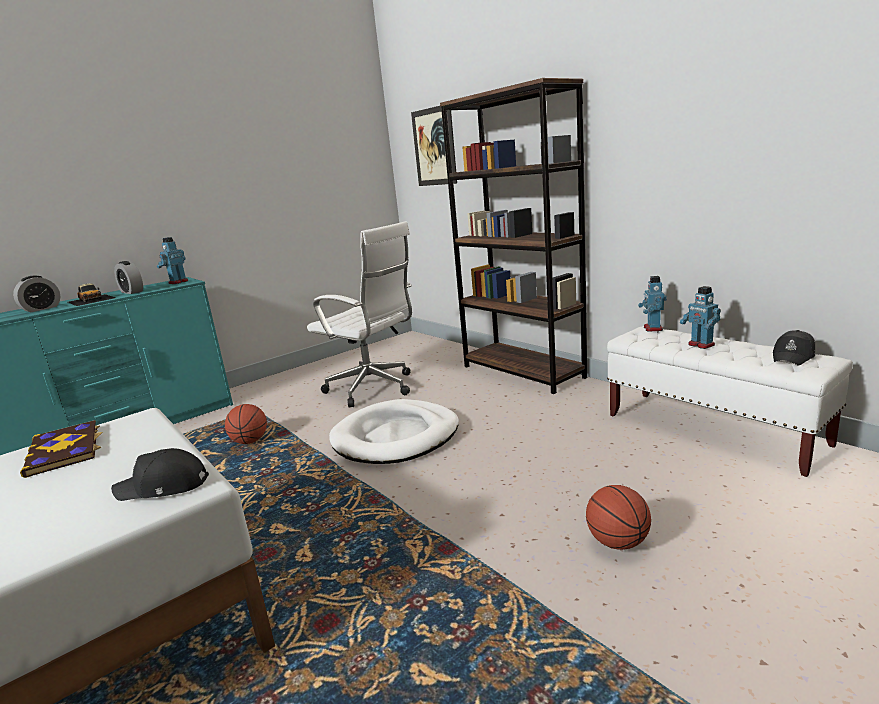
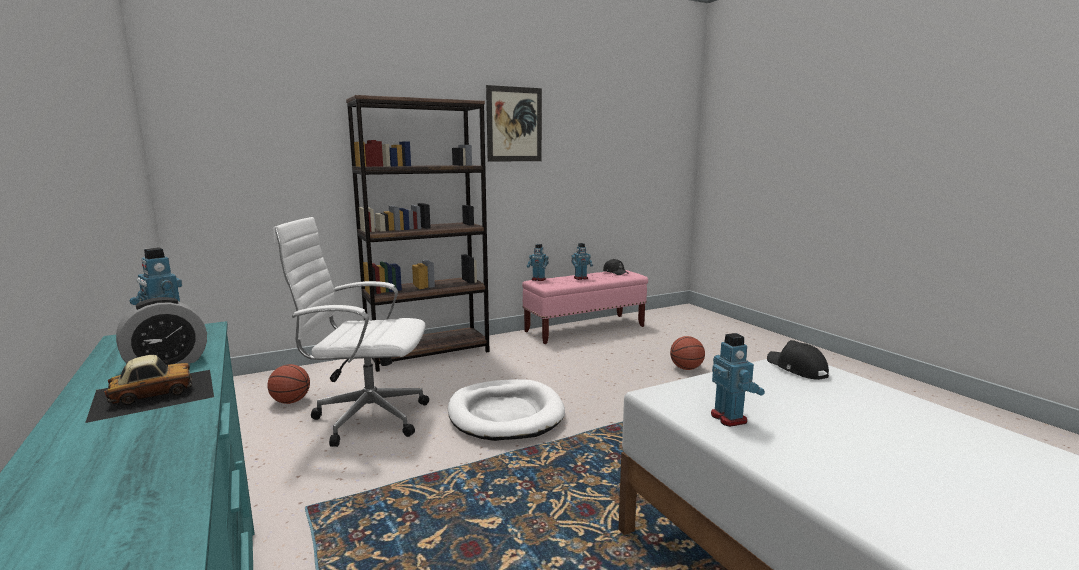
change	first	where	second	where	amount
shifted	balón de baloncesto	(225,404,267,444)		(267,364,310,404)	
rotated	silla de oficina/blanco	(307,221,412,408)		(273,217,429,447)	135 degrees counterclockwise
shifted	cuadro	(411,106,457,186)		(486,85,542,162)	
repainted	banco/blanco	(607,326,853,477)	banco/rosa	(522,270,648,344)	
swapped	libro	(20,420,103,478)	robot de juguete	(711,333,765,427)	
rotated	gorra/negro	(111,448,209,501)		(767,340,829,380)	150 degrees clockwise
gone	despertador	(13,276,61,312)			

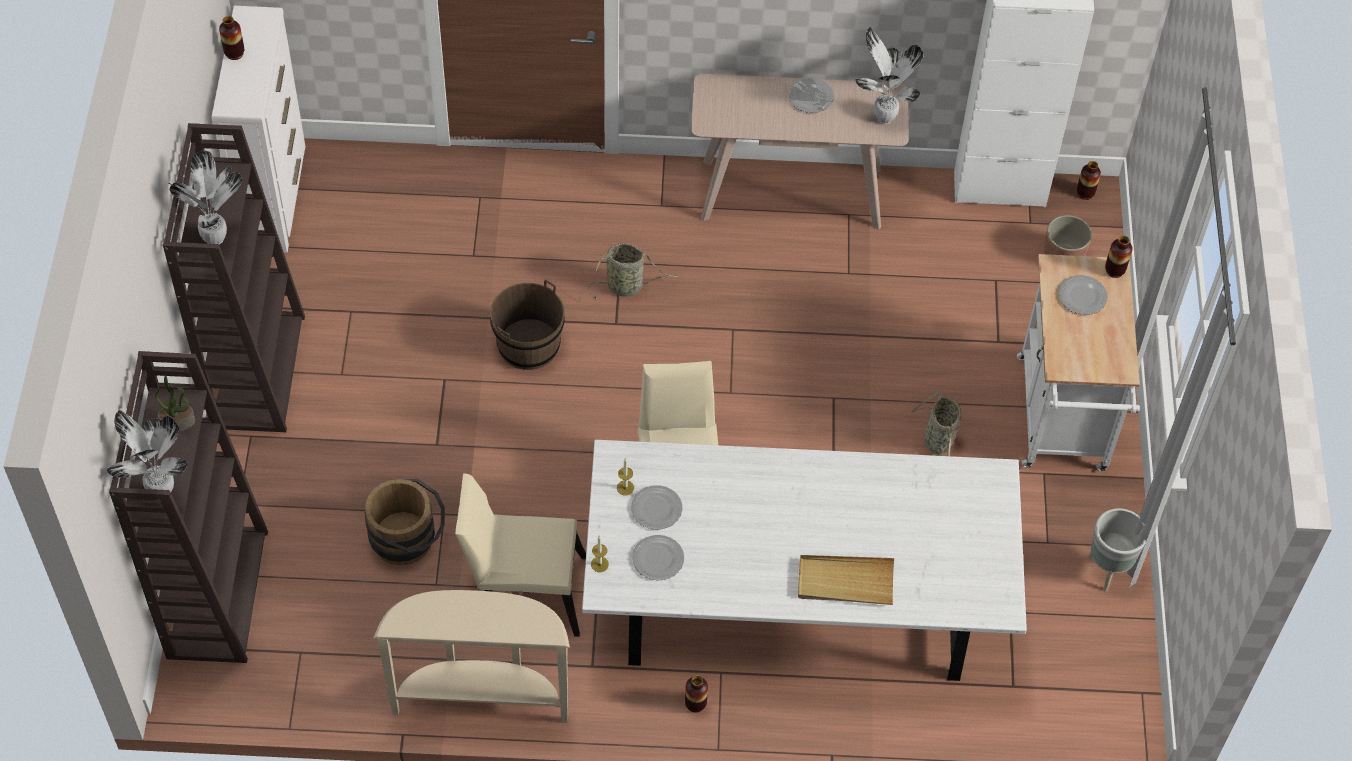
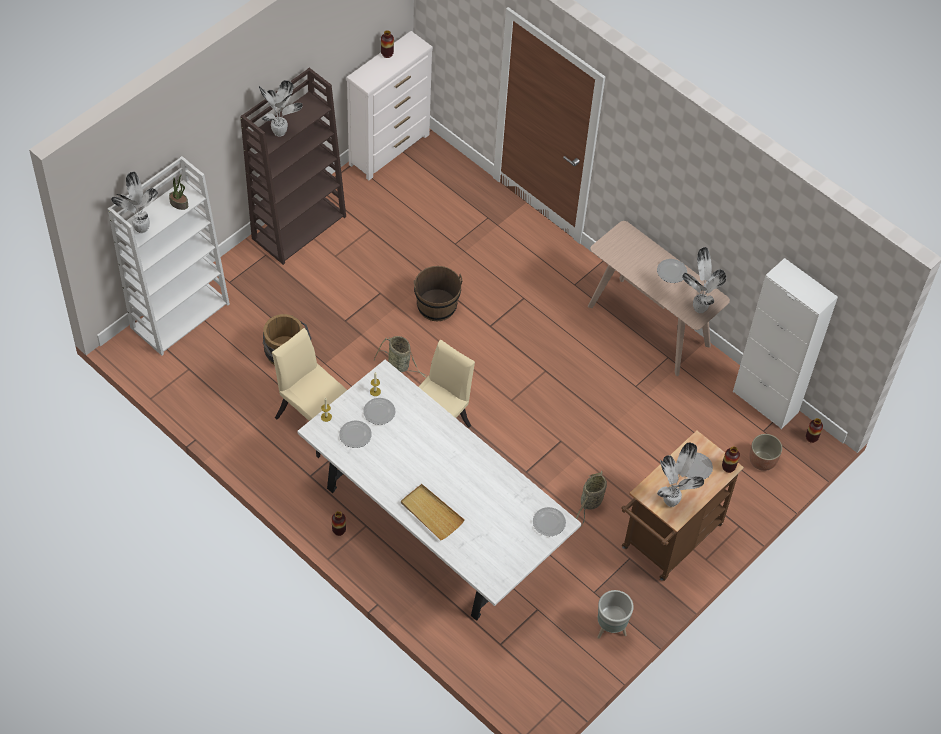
change	first	where	second	where	amount
repainted	estantería/marrón	(109,351,268,663)	estantería/blanco	(108,156,230,356)	
shifted	cesta	(588,243,679,301)		(374,336,428,378)	
new			plato	(533,507,566,536)	
repainted	carrito/blanco	(1017,254,1140,471)	carrito/marrón	(621,431,744,581)	
new			planta en maceta	(657,443,704,507)	
gone	mesa consola/beis	(374,590,570,723)			

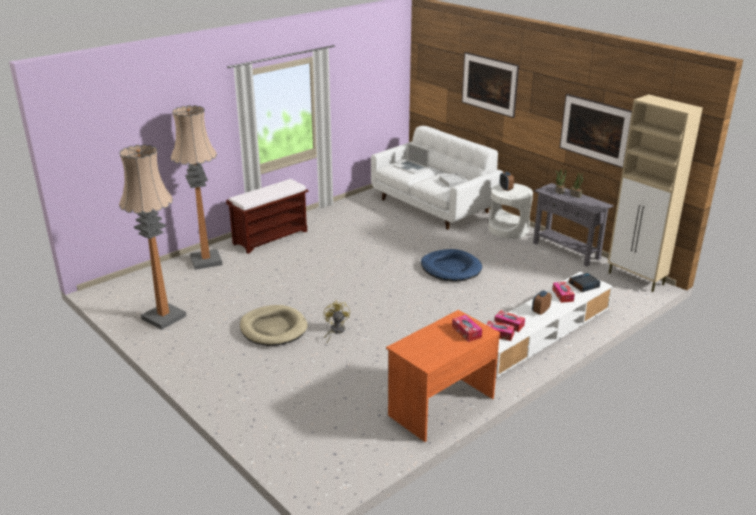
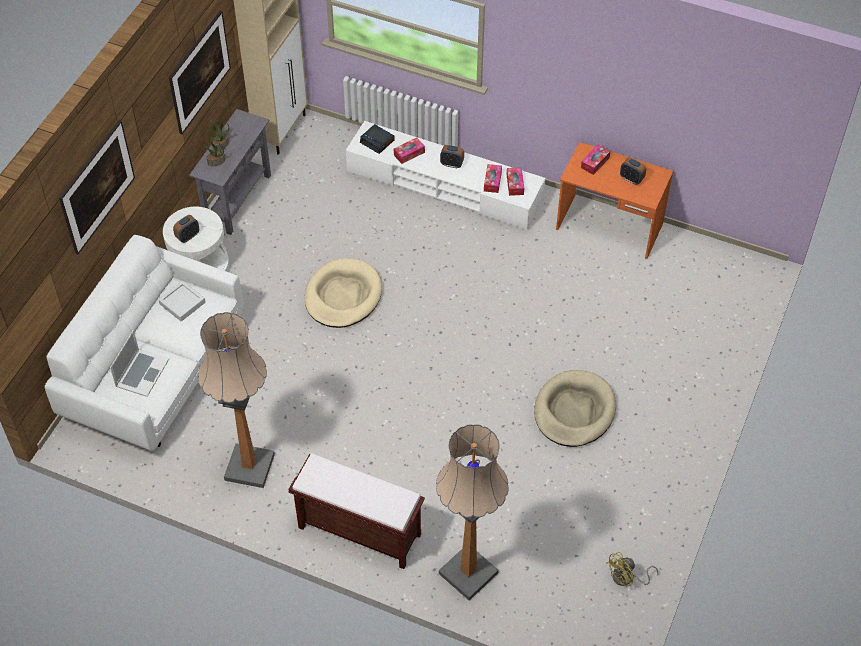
change	first	where	second	where	amount
shifted	lámpara de pie	(119,144,186,330)		(198,312,275,488)	
repainted	cama para perro/azul	(421,249,482,282)	cama para perro/beis	(304,258,382,328)	
shifted	ventilador/amarillo	(324,300,350,343)		(606,552,658,586)	
new			despertador	(620,158,646,185)	

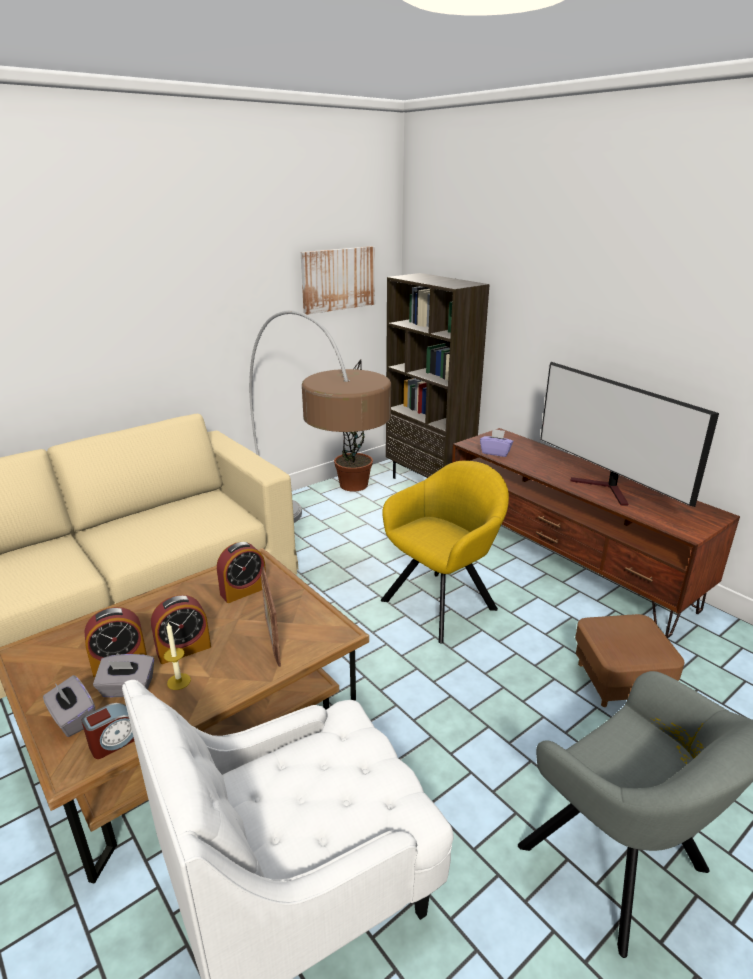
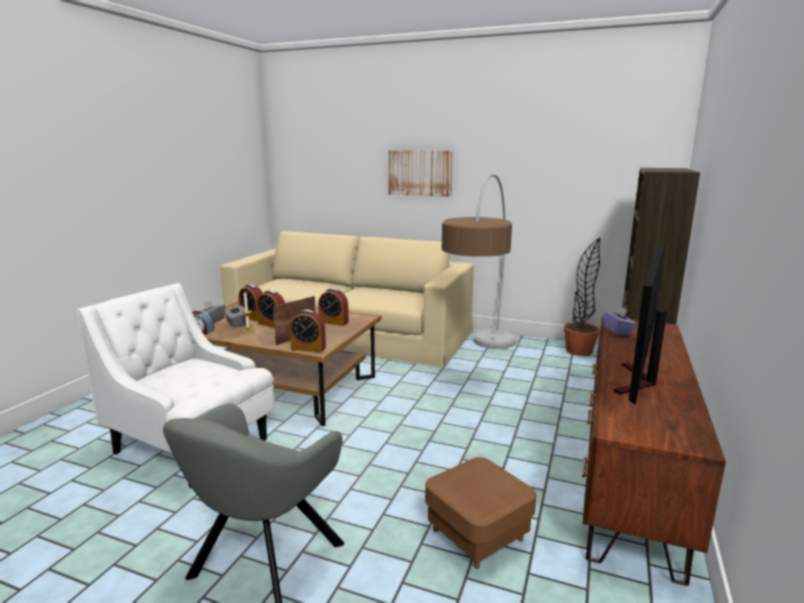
change	first	where	second	where	amount
new			despertador	(290,310,326,352)	
shifted	cuadro	(301,246,375,315)		(388,150,452,197)	
gone	sillón/amarillo	(381,461,509,644)			

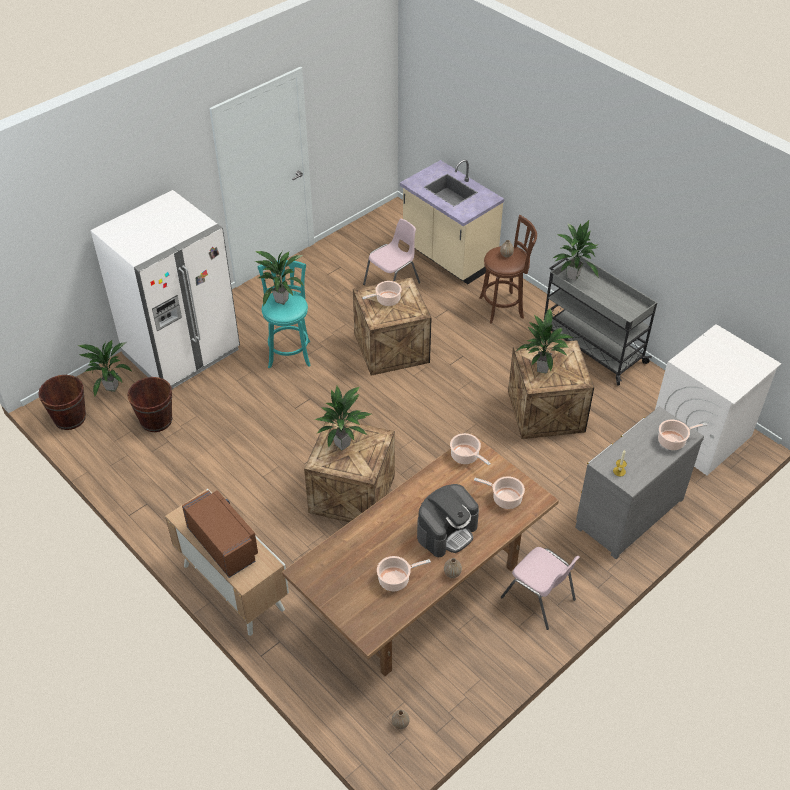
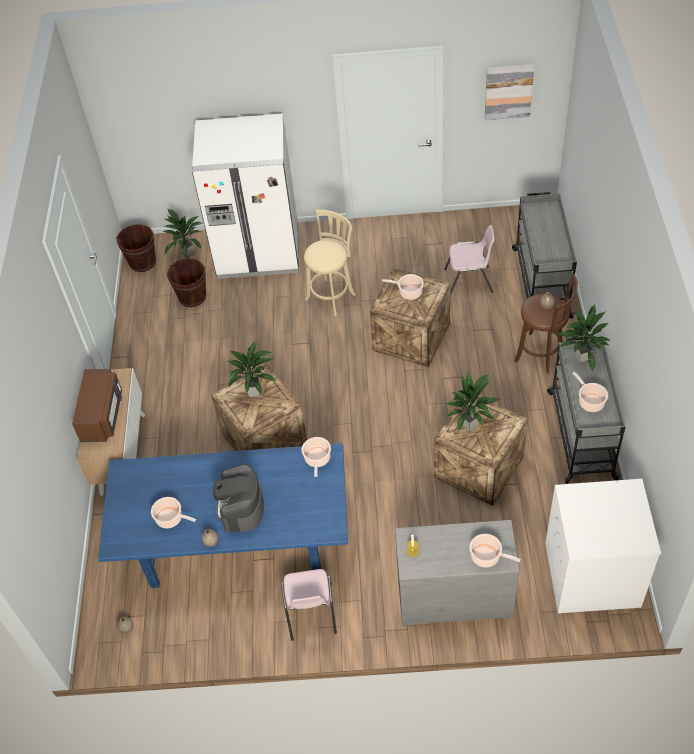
change	first	where	second	where	amount
repainted	mesa de comedor/marrón	(282,433,559,676)	mesa de comedor/azul	(98,443,348,588)	
rotated	cafetera	(417,484,479,557)		(213,464,264,533)	90 degrees clockwise
repainted	taburete/turquesa	(258,260,311,369)	taburete/beis	(304,209,356,316)	
new			cuadro	(485,64,534,120)	
swapped	mueble bajo de cocina/beis	(400,159,504,284)	carrito/gris	(512,192,577,319)	
shifted	olla	(474,476,525,509)		(572,372,608,412)	
gone	planta en maceta	(255,251,304,306)			

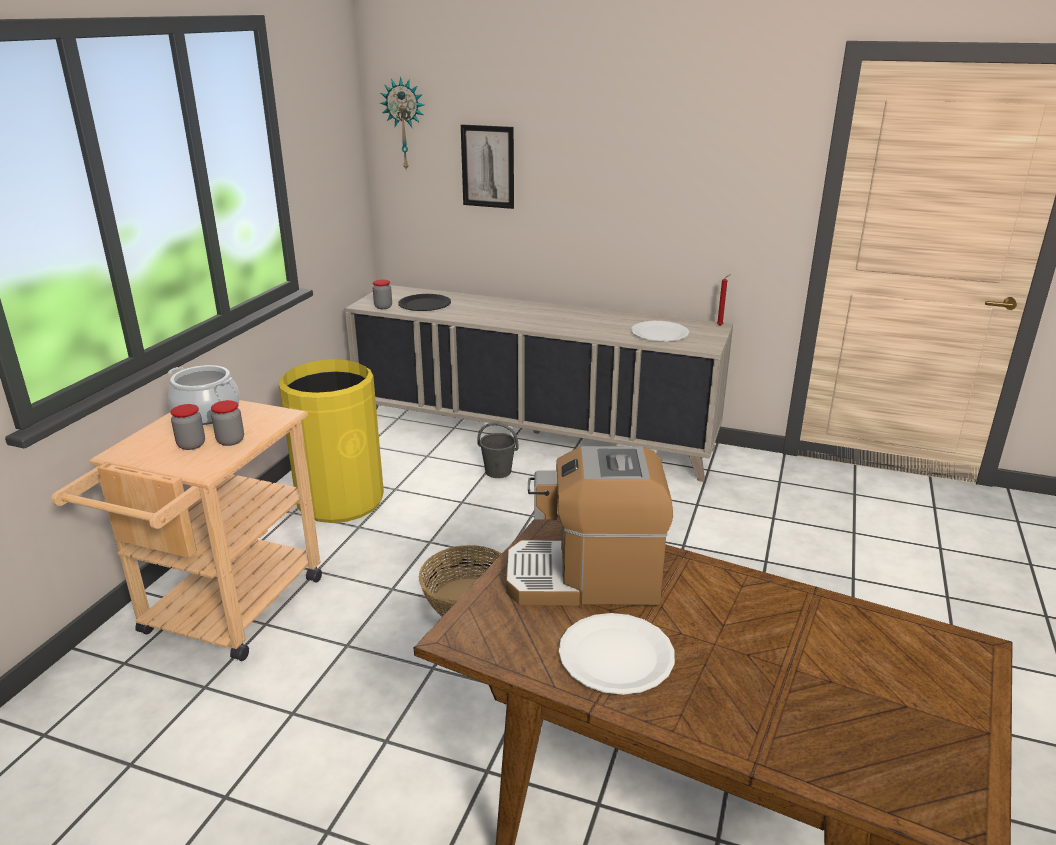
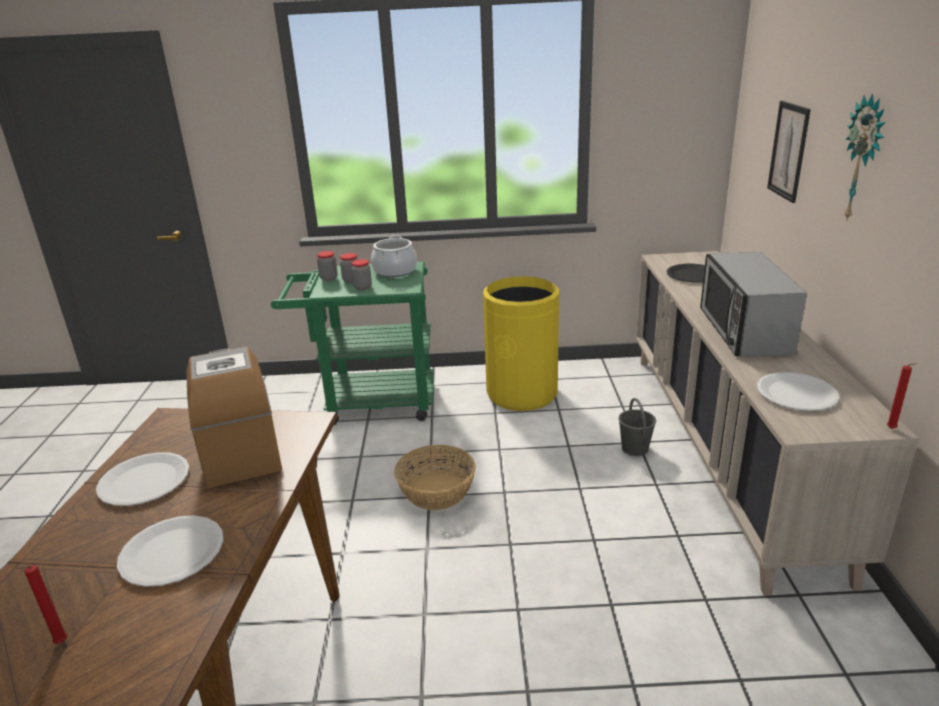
change	first	where	second	where	amount
new			vela/rojo	(17,565,67,644)	
new			plato/blanco	(117,515,223,587)	
repainted	carrito/beis	(51,400,322,661)	carrito/verde	(271,262,434,426)	
shifted	tarro	(373,279,392,309)		(317,251,337,281)	
new			microondas	(700,252,807,357)	
shifted	reloj de pared	(380,77,424,170)		(844,94,886,222)	

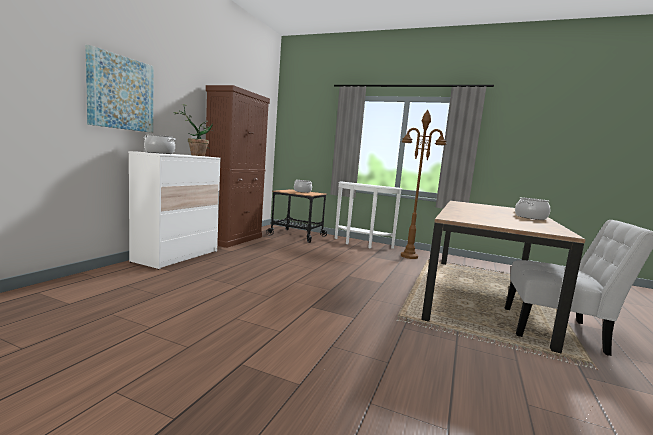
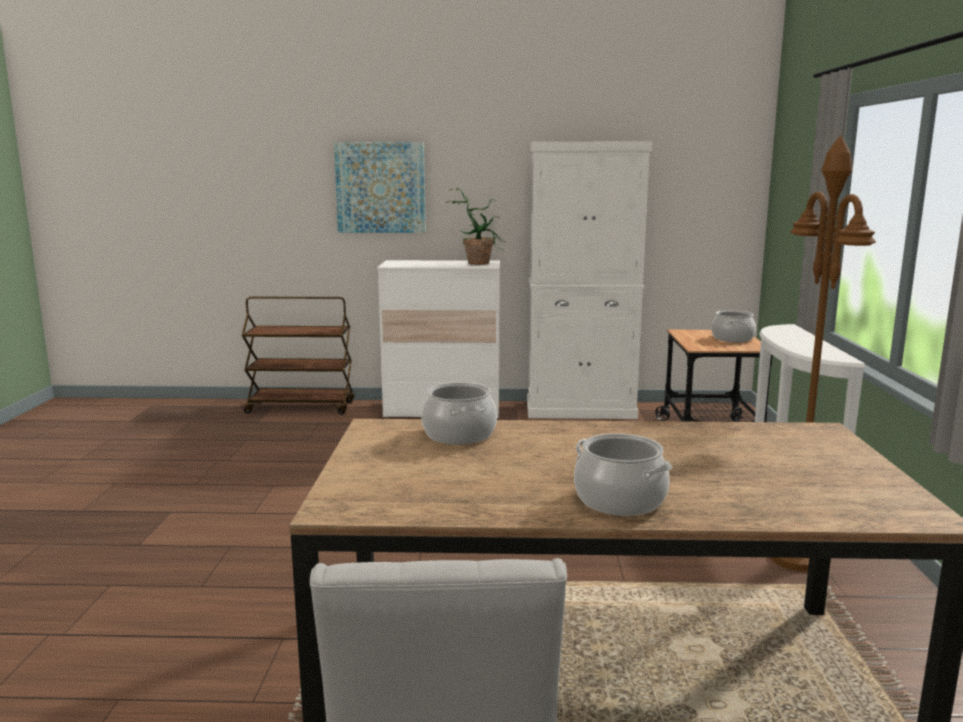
change	first	where	second	where	amount
new			carrito/marrón	(242,297,354,415)	
shifted	olla	(144,134,176,154)		(421,382,497,445)	
repainted	armario/marrón	(205,85,270,248)	armario/blanco	(527,141,652,419)	

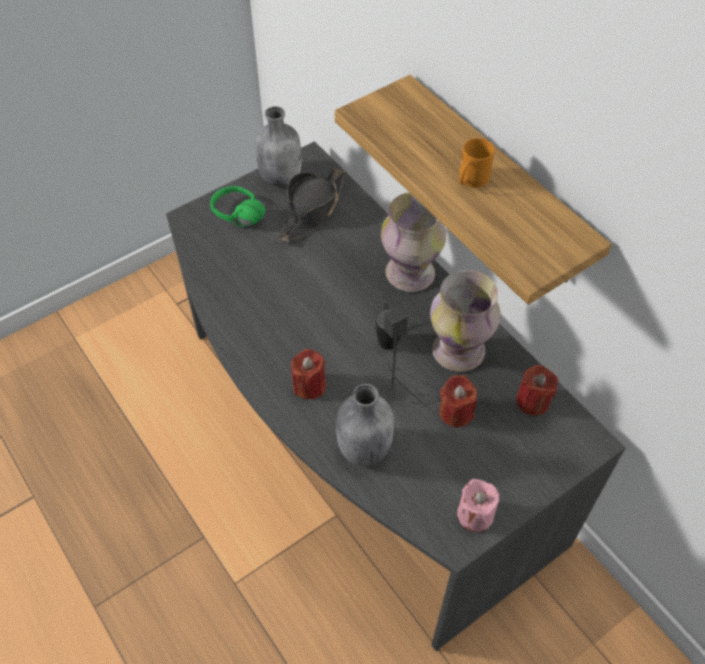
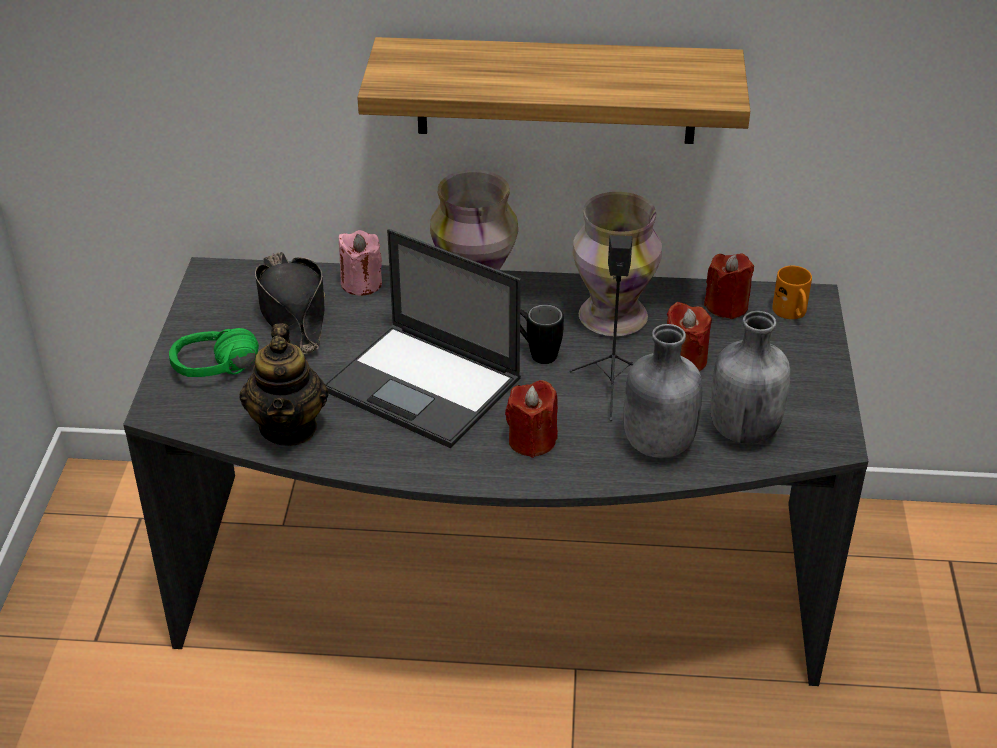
change	first	where	second	where	amount
new			tetera	(239,323,328,446)	
new			portátil	(325,229,521,448)	
shifted	vela/rosa	(457,479,500,532)		(339,230,382,295)	
shifted	botella/gris	(255,106,302,186)		(710,311,790,444)	
shifted	taza grande/naranja	(459,138,495,188)		(772,266,812,319)	

